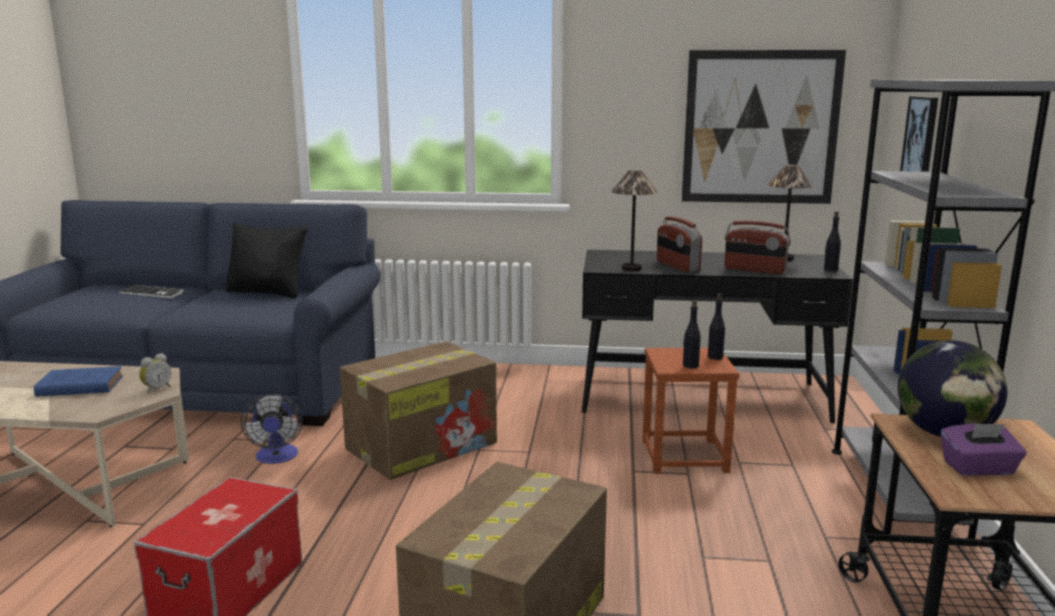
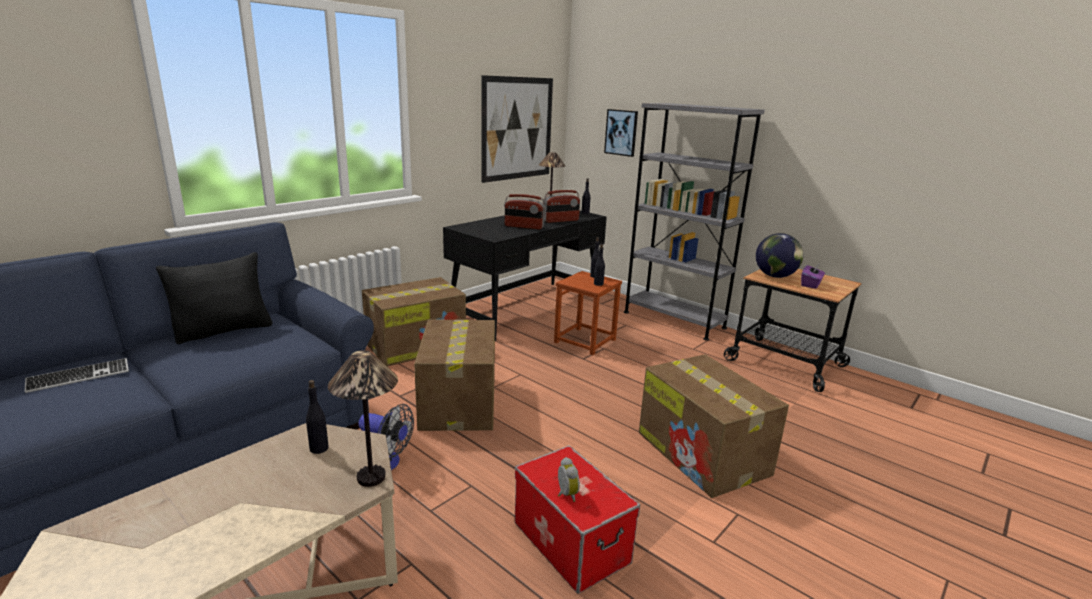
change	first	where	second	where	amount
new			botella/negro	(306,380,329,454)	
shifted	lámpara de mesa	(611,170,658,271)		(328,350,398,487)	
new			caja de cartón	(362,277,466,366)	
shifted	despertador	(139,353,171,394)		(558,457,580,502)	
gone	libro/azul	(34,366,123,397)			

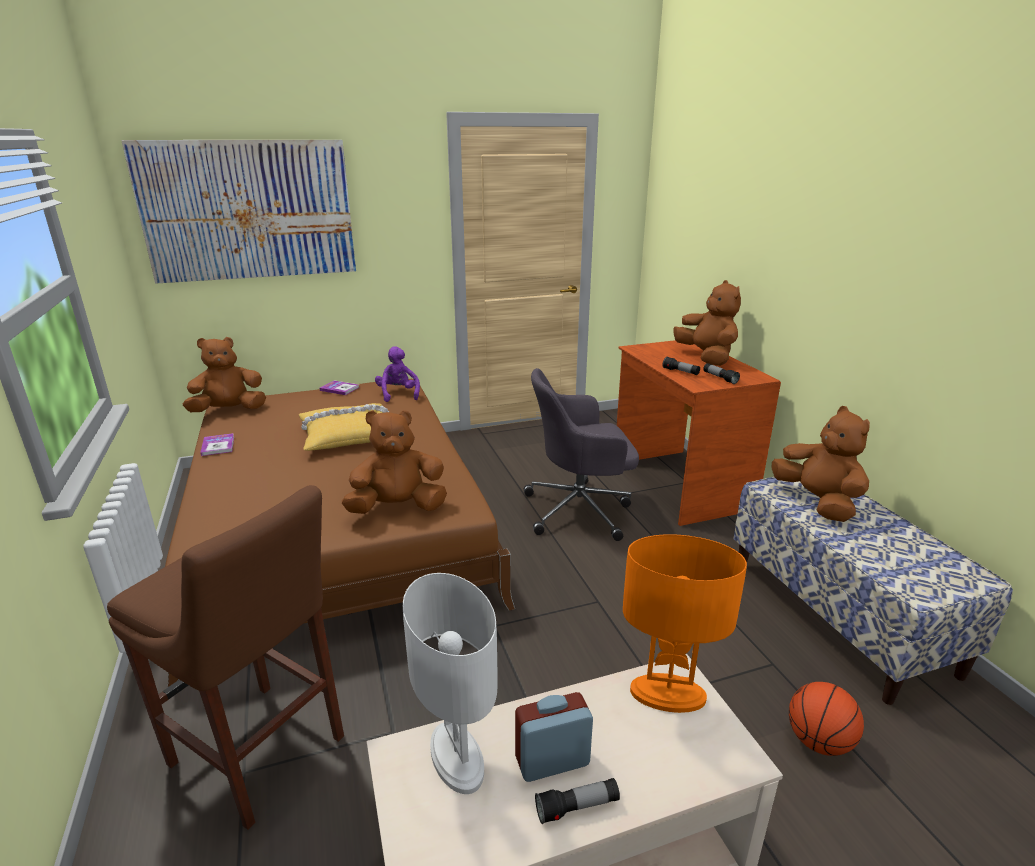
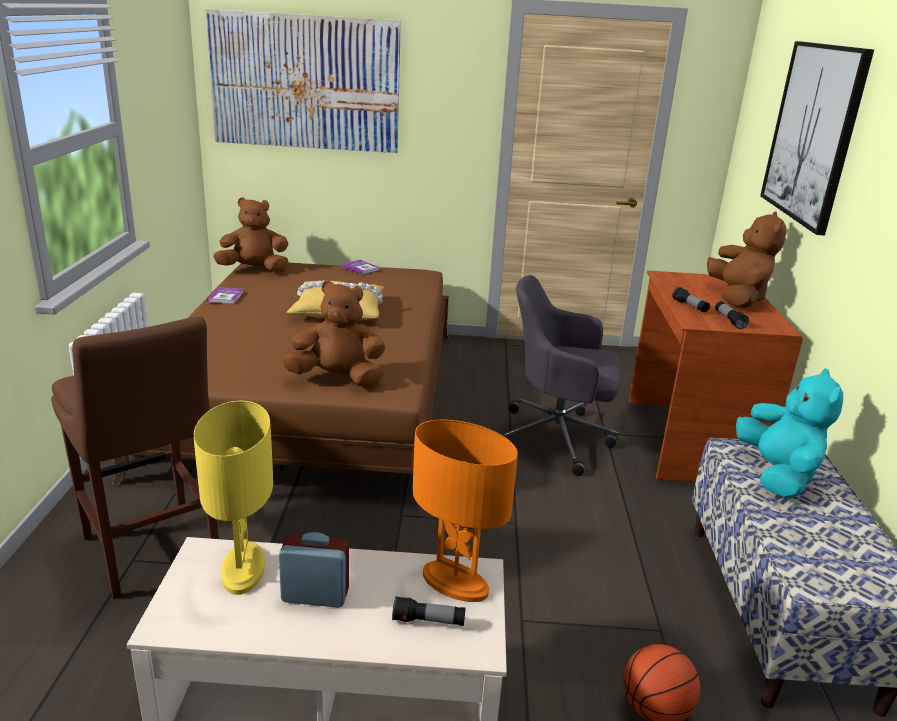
change	first	where	second	where	amount
repainted	lámpara de mesa/blanco	(403,573,498,794)	lámpara de mesa/amarillo	(194,401,273,595)	
shifted	linterna	(535,778,620,824)		(392,596,466,626)	
repainted	peluche/marrón	(772,406,870,522)	peluche/turquesa	(736,368,843,499)	
new			cuadro	(760,41,874,235)	
gone	peluche/morado	(375,346,420,402)			

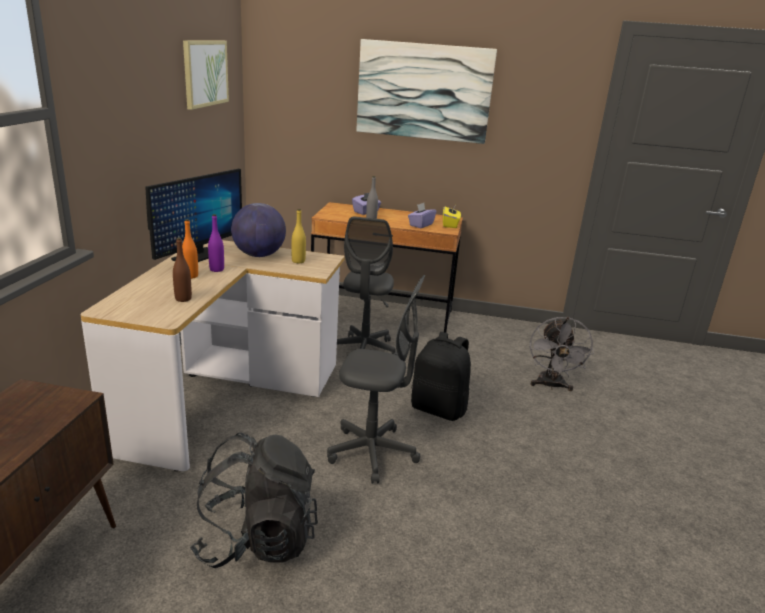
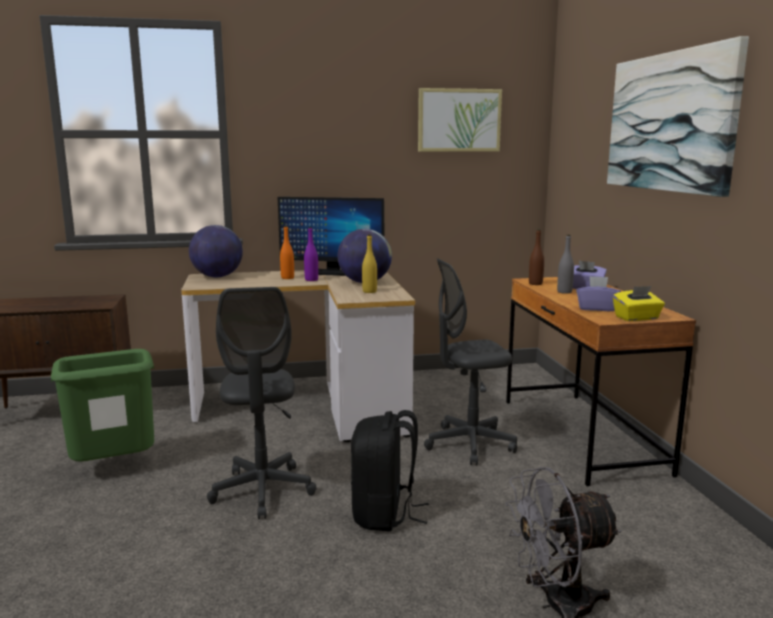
change	first	where	second	where	amount
swapped	mochila/negro	(190,432,318,568)	papelera/verde	(51,349,154,462)	
new			globo terráqueo	(189,225,243,277)	
shifted	botella/marrón	(173,238,192,302)		(529,229,544,285)	

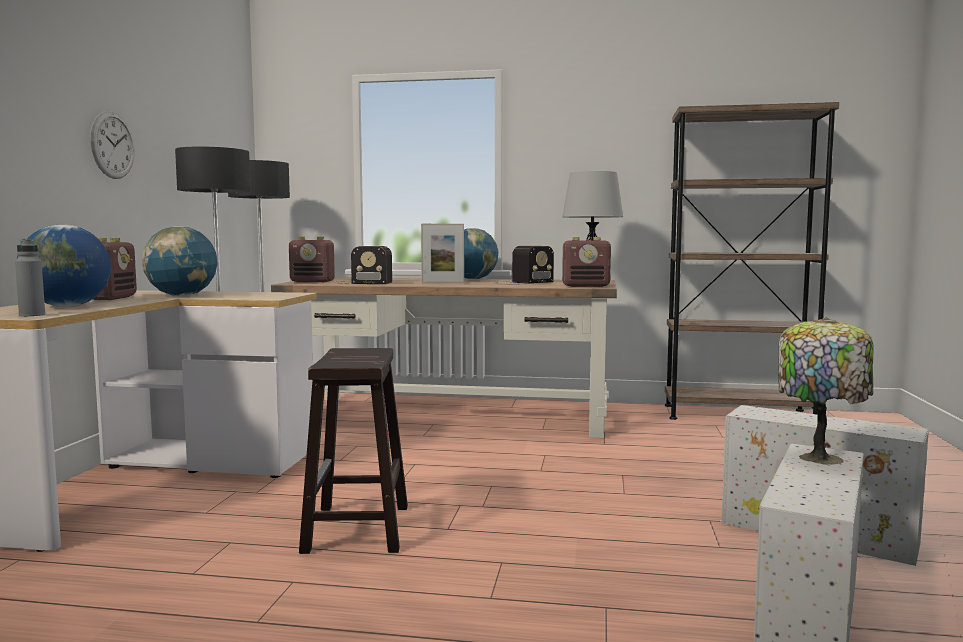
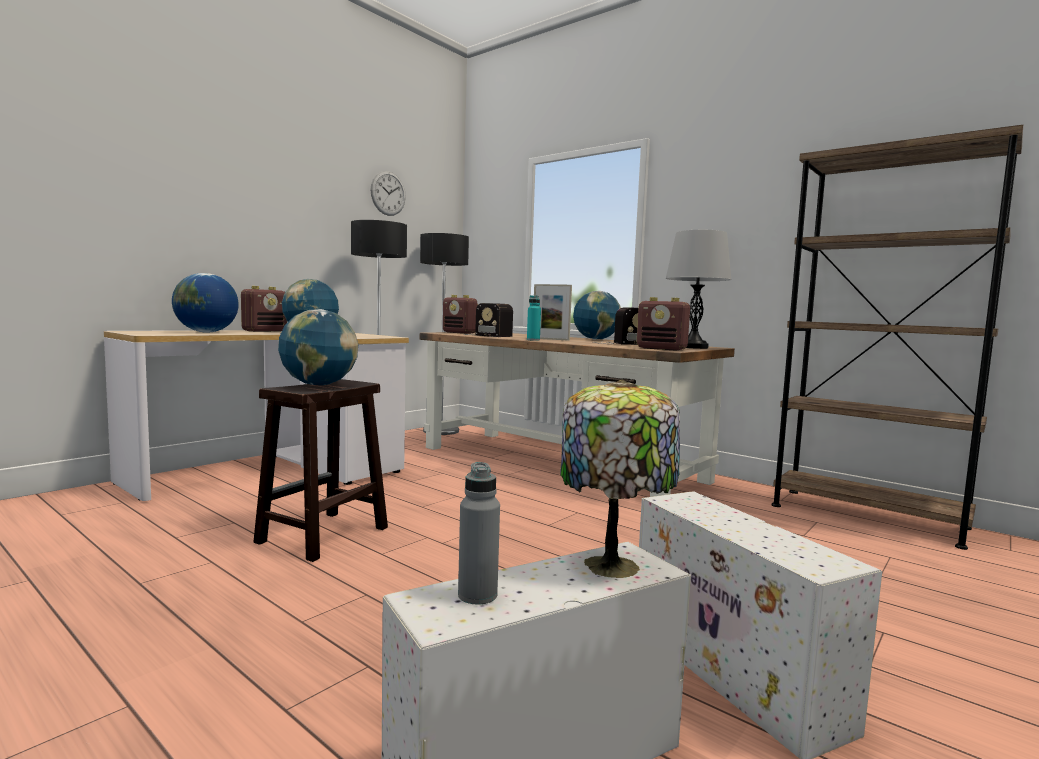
change	first	where	second	where	amount
new			globo terráqueo	(278,309,358,385)	
shifted	reloj de pared	(90,111,135,179)		(370,171,406,216)	
shifted	botella/gris	(15,239,45,316)		(458,462,500,604)	
new			botella/turquesa	(527,295,541,341)	

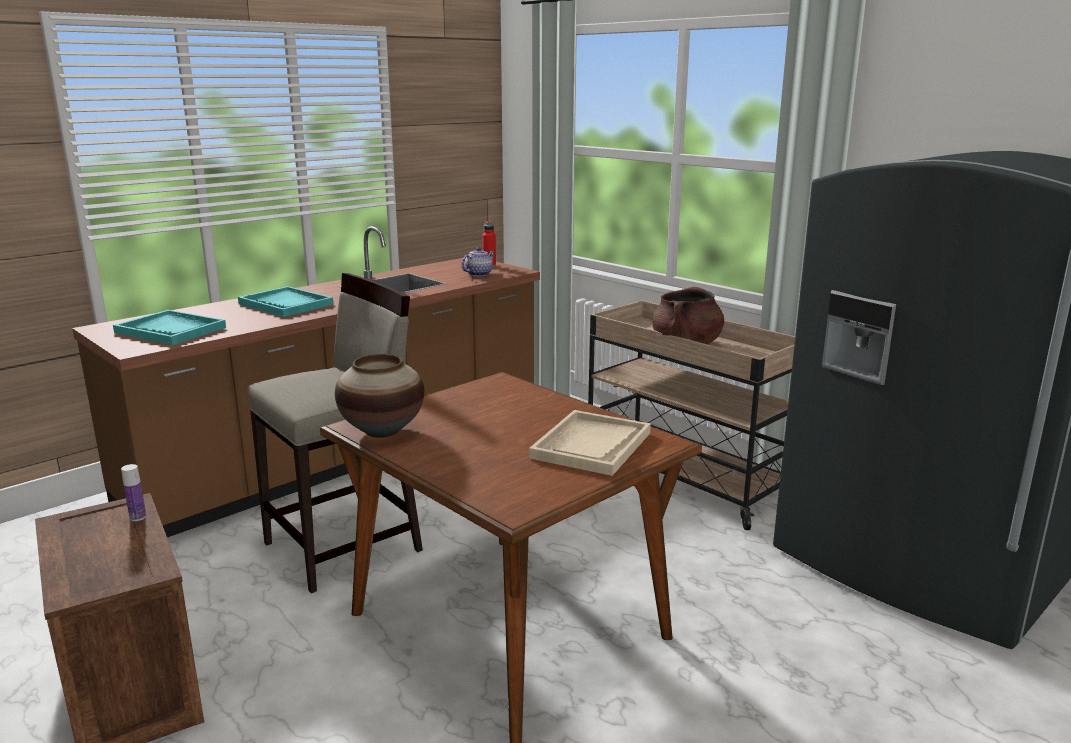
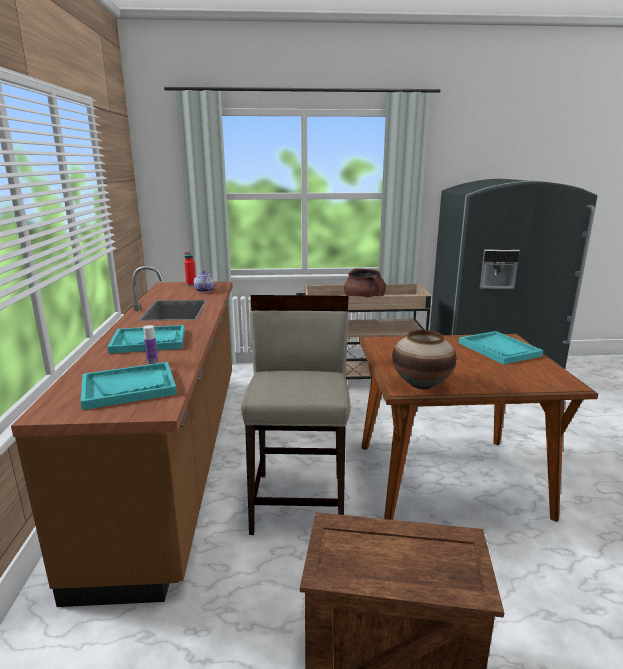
change	first	where	second	where	amount
shifted	botella	(121,464,146,521)		(143,325,158,364)	
repainted	bandeja/beis	(529,410,651,476)	bandeja/turquesa	(459,331,543,365)	

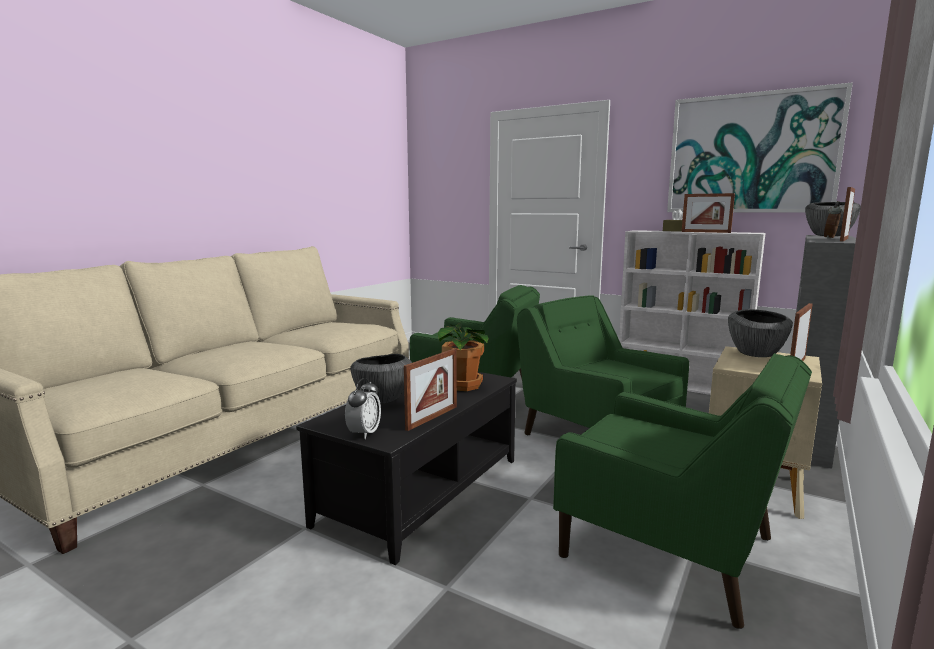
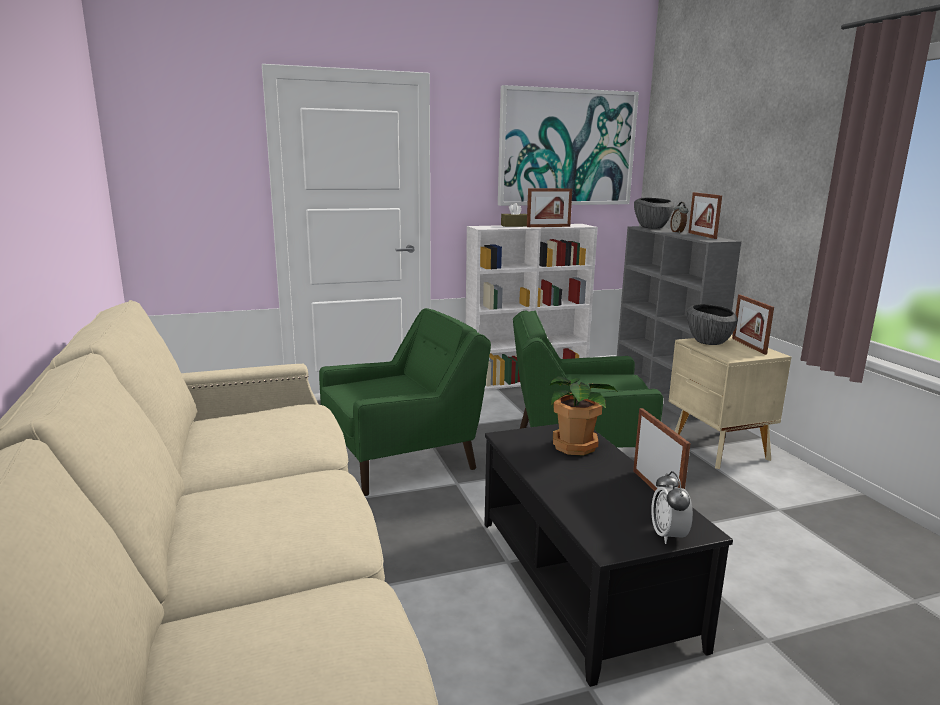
change	first	where	second	where	amount
rotated	despertador	(345,378,381,439)		(651,471,693,544)	150 degrees counterclockwise
gone	cuenco	(350,354,412,403)			
gone	sillón/verde	(553,353,812,629)			

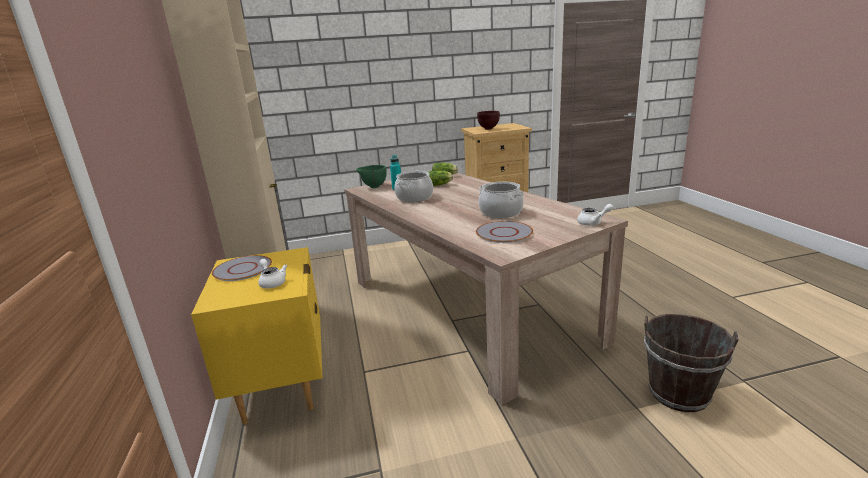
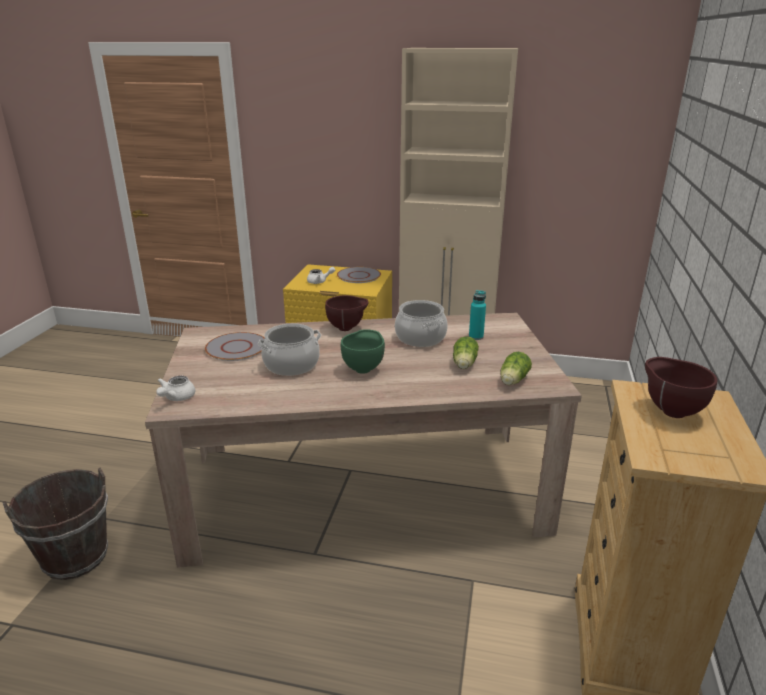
change	first	where	second	where	amount
new			cuenco/marrón	(325,295,368,331)	
shifted	cuenco/verde	(356,165,387,188)		(341,329,385,374)	

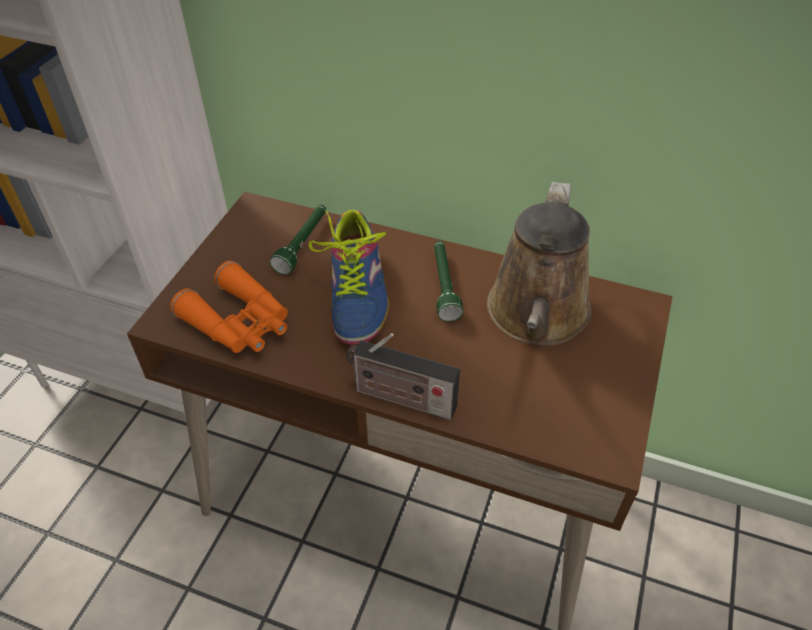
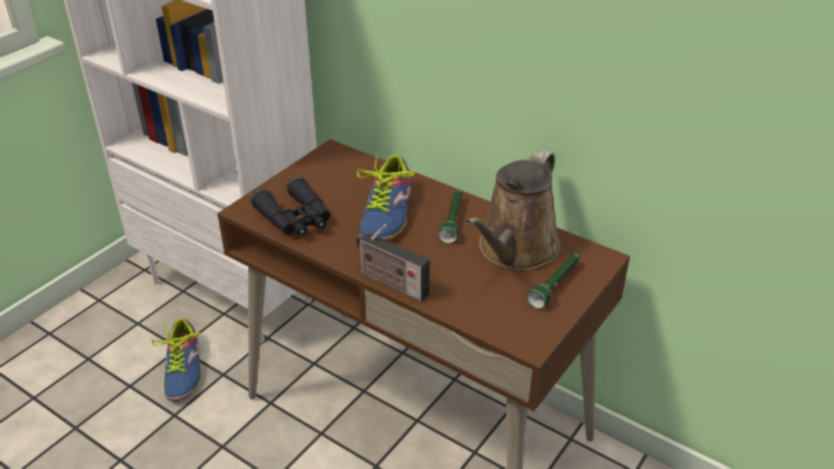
change	first	where	second	where	amount
new			zapato	(152,318,202,401)	
repainted	prismáticos/naranja	(170,261,288,353)	prismáticos/negro	(250,176,330,236)	
shifted	linterna/verde	(270,205,326,275)		(527,253,580,309)	

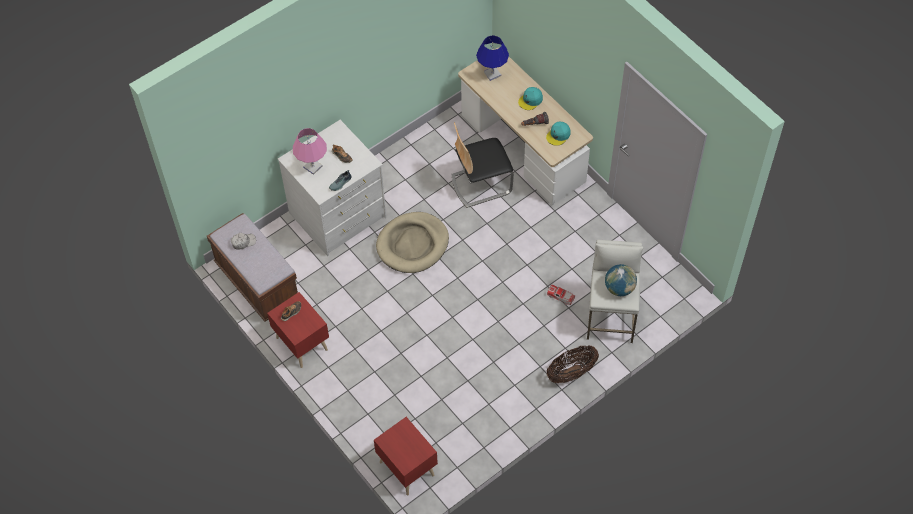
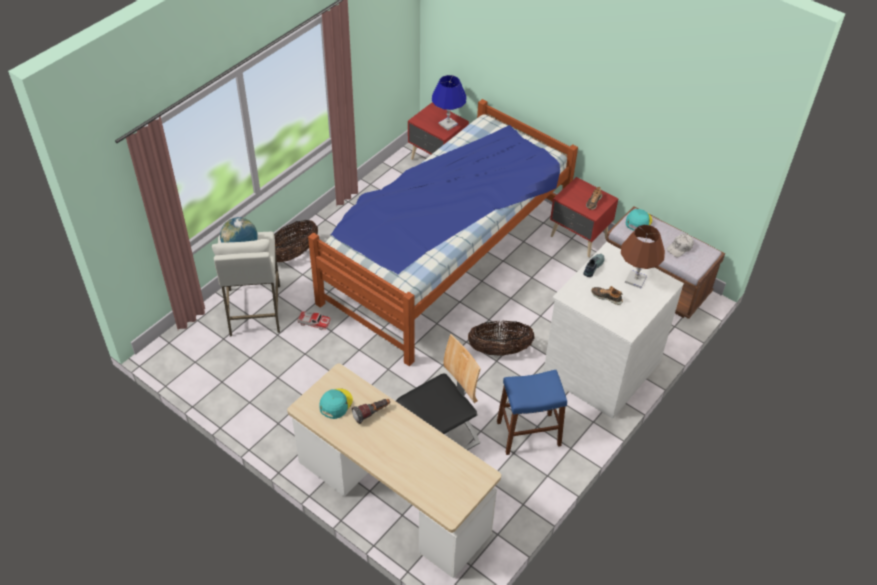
change	first	where	second	where	amount
new			cama	(308,99,578,366)	
shifted	lámpara de mesa/azul	(476,35,509,81)		(432,75,466,130)	
swapped	cama para perro/beis	(376,212,449,273)	cesta	(468,320,534,356)	
new			taburete/azul	(497,370,567,455)	
repainted	lámpara de mesa/rosa	(293,128,327,175)	lámpara de mesa/marrón	(621,225,665,288)	
shifted	gorra/turquesa	(518,87,543,110)		(626,209,652,231)	

